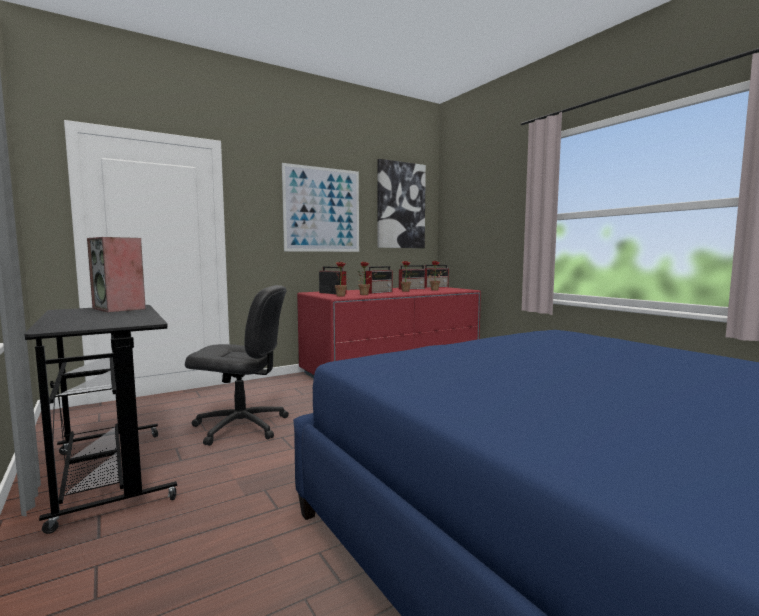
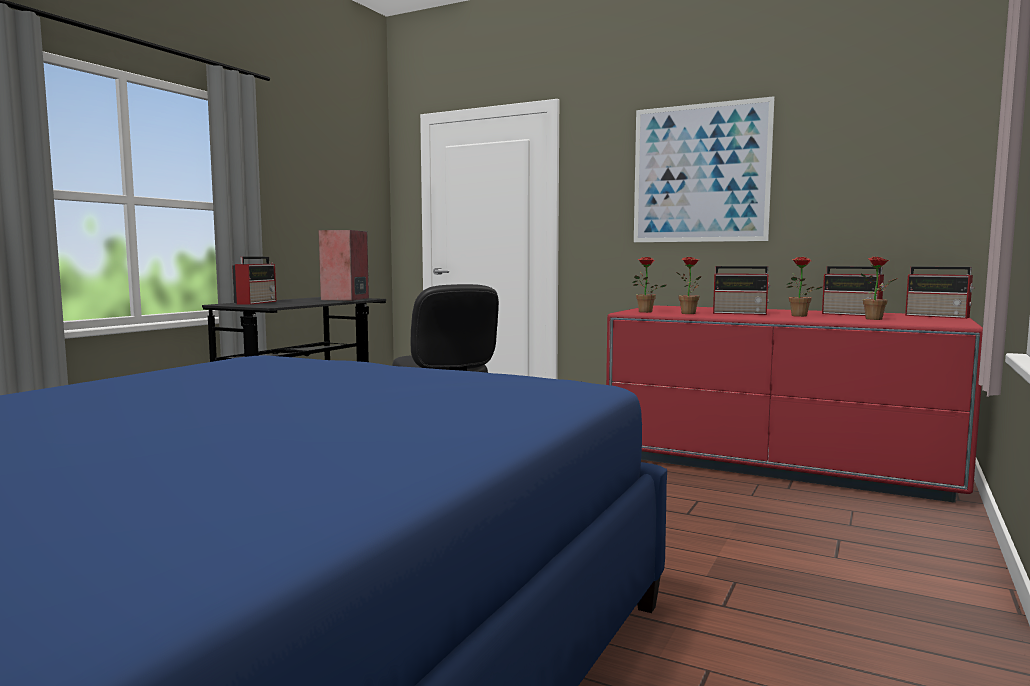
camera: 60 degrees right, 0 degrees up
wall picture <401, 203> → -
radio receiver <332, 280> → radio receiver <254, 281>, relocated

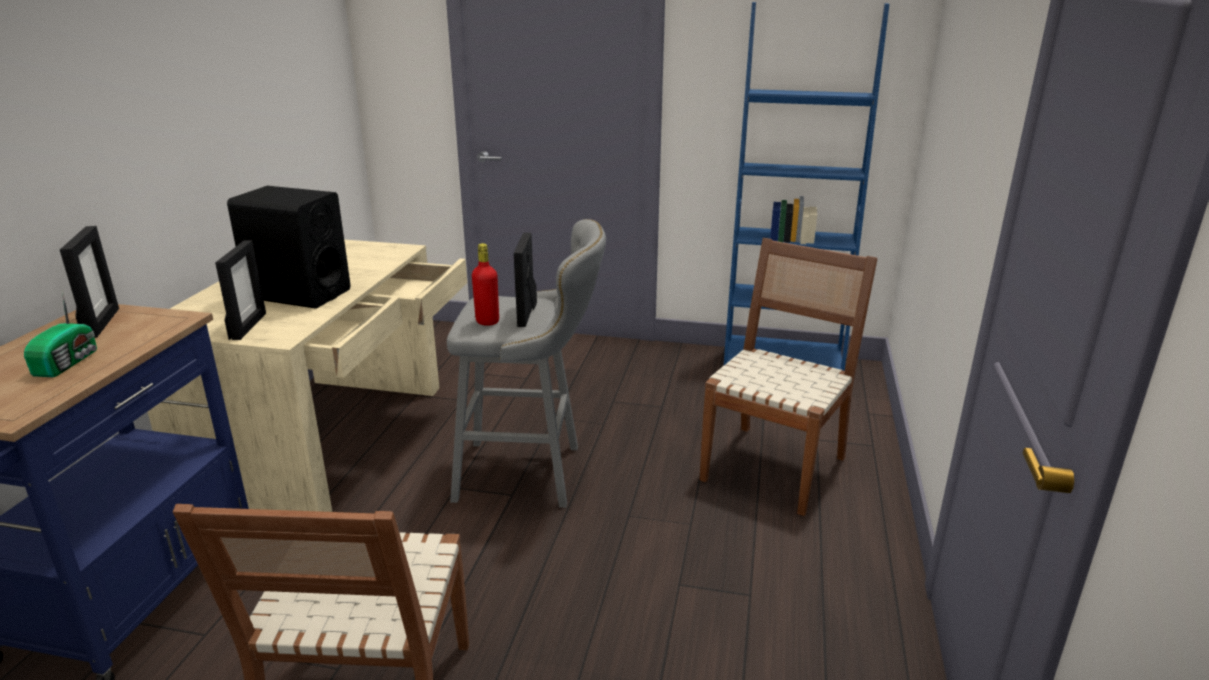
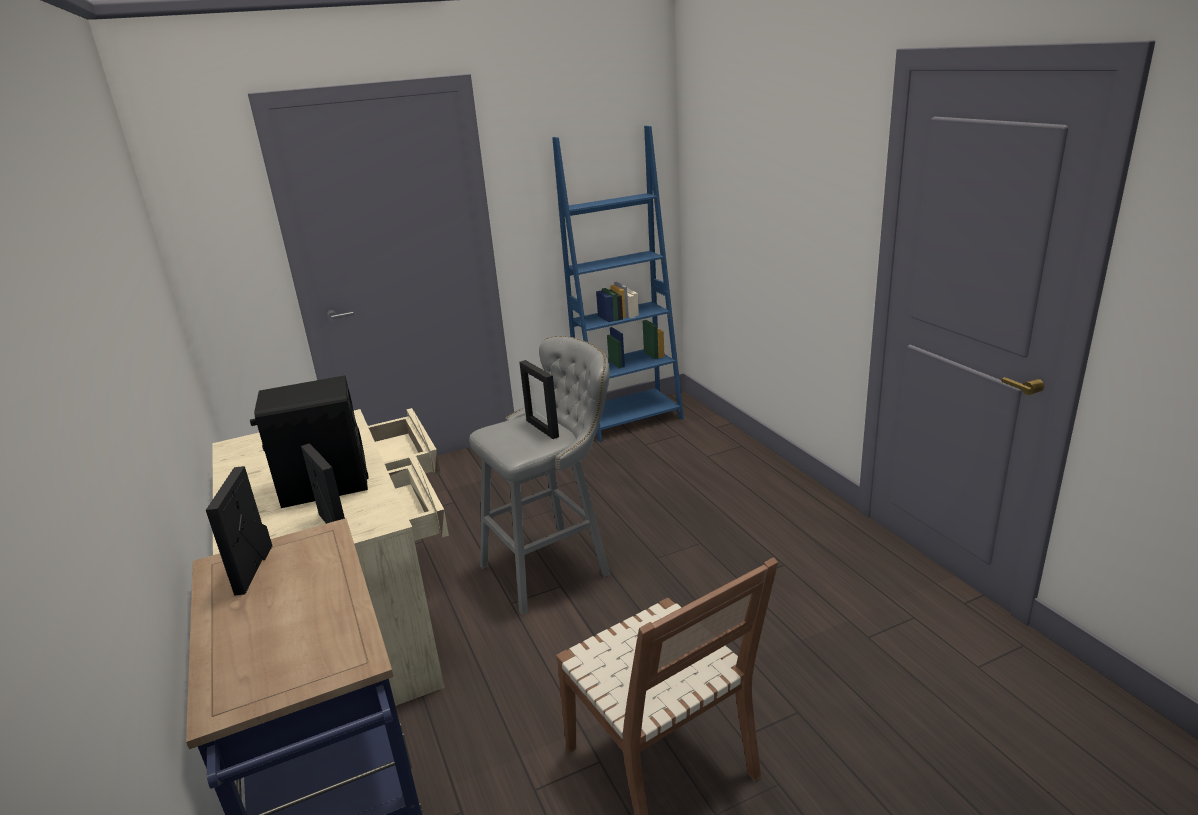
camera: 35 degrees left, 0 degrees up
radio receiver <60, 333> → -
red-coloured drink bottle <485, 284> → -
chair <788, 377> → -
standing frame <89, 282> → standing frame <239, 531>, 135 degrees counterclockwise

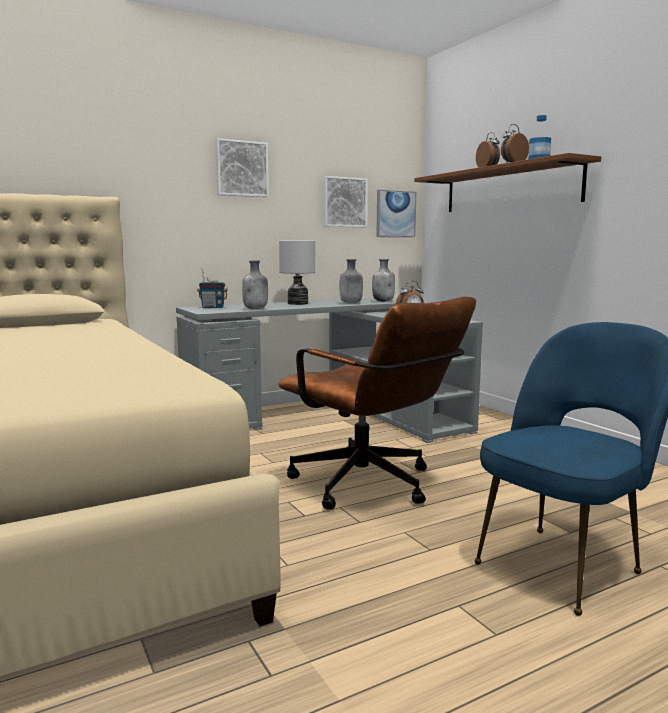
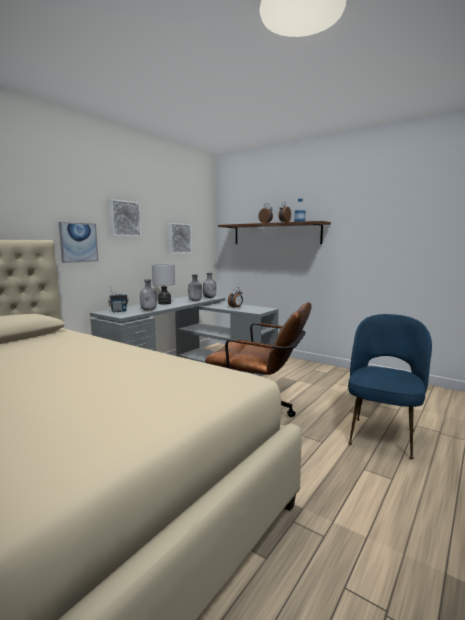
camera: 25 degrees left, 0 degrees up
wall picture <396, 214> → wall picture <78, 242>, relocated

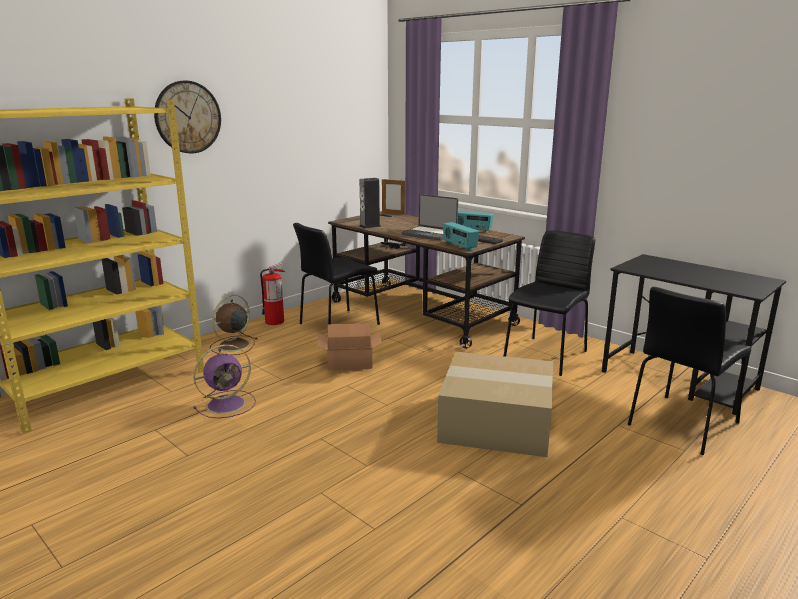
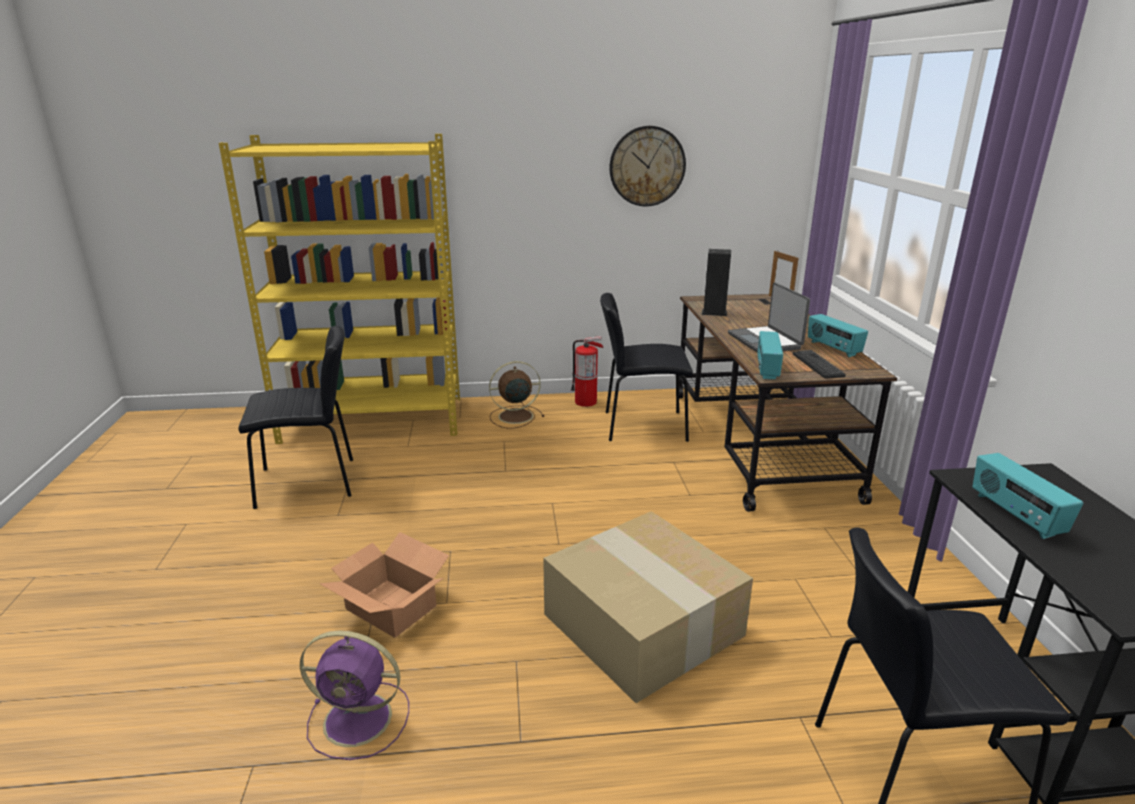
camera: 40 degrees right, 5 degrees up
- → radio receiver <1028, 496>
hanging clock <187, 117> → hanging clock <647, 166>, relocated
purple-coloured electric fan <224, 381> → purple-coloured electric fan <354, 695>, relocated
carton <349, 346> → carton <384, 585>, relocated
blackish chair <549, 303> → blackish chair <295, 417>, relocated

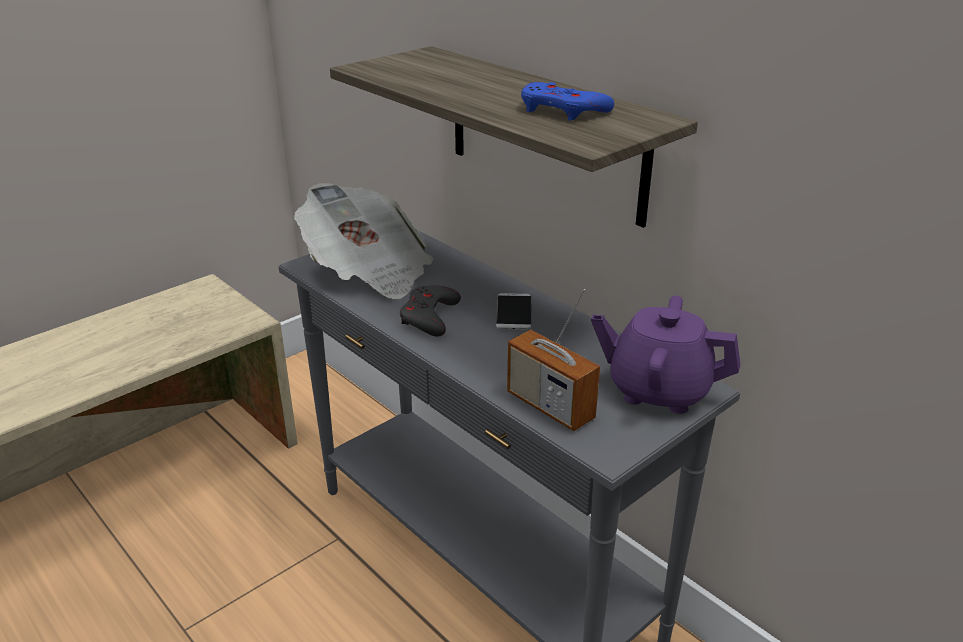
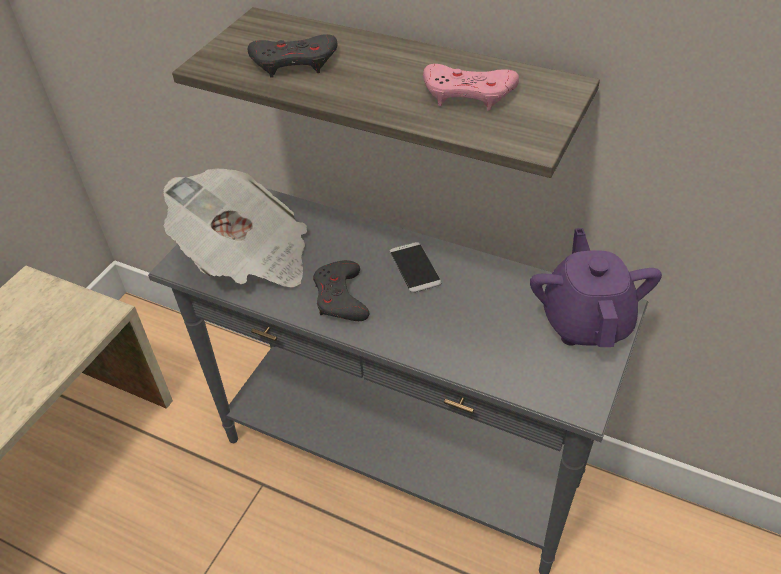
camera: 20 degrees left, 15 degrees up
radio receiver <553, 360> → -
- → grey game controller <292, 56>
blue game controller <567, 101> → pinkish game controller <471, 87>
purple-coloured teapot <666, 355> → purple-coloured teapot <596, 287>, 90 degrees clockwise

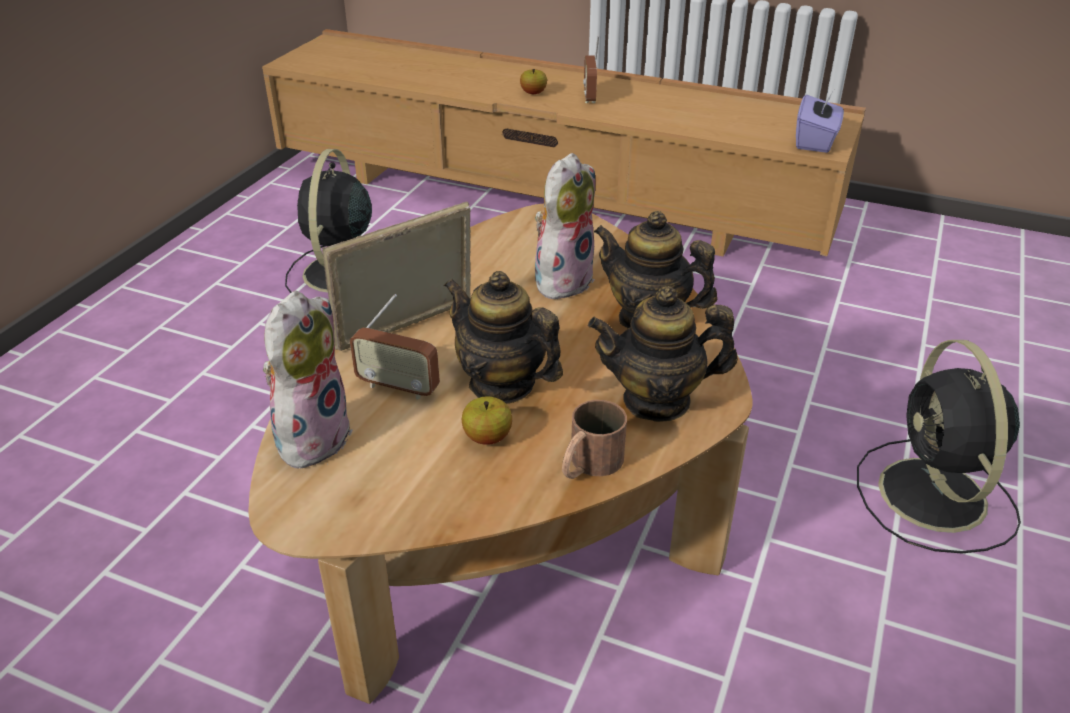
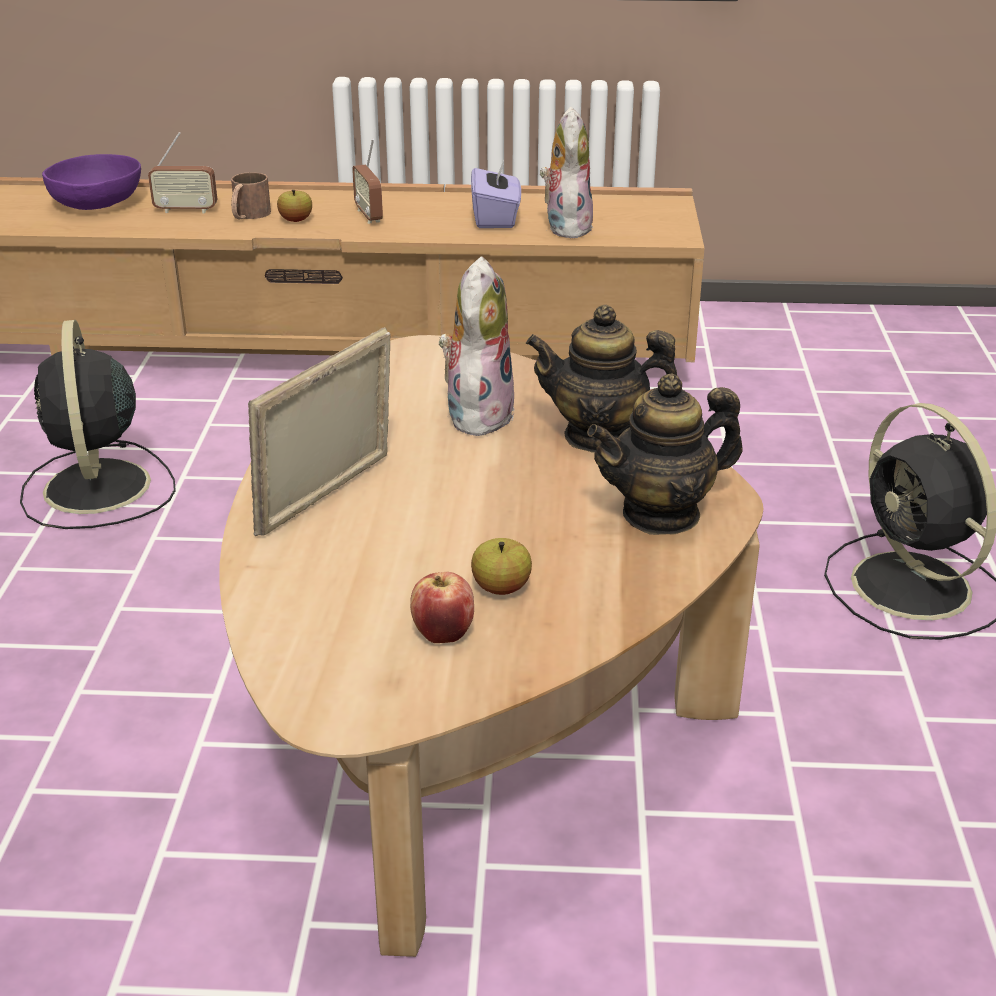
camera: 20 degrees left, 5 degrees down
teapot <503, 337> → -
- → purple-coloured serving bowl <91, 182>
- → apple <442, 607>
plush toy <308, 382> → plush toy <566, 172>, relocated
radio receiver <395, 347> → radio receiver <182, 172>, relocated
brownish mug <594, 439> → brownish mug <251, 196>, relocated
purple-coloured tissue holder <820, 123> → purple-coloured tissue holder <496, 192>, relocated

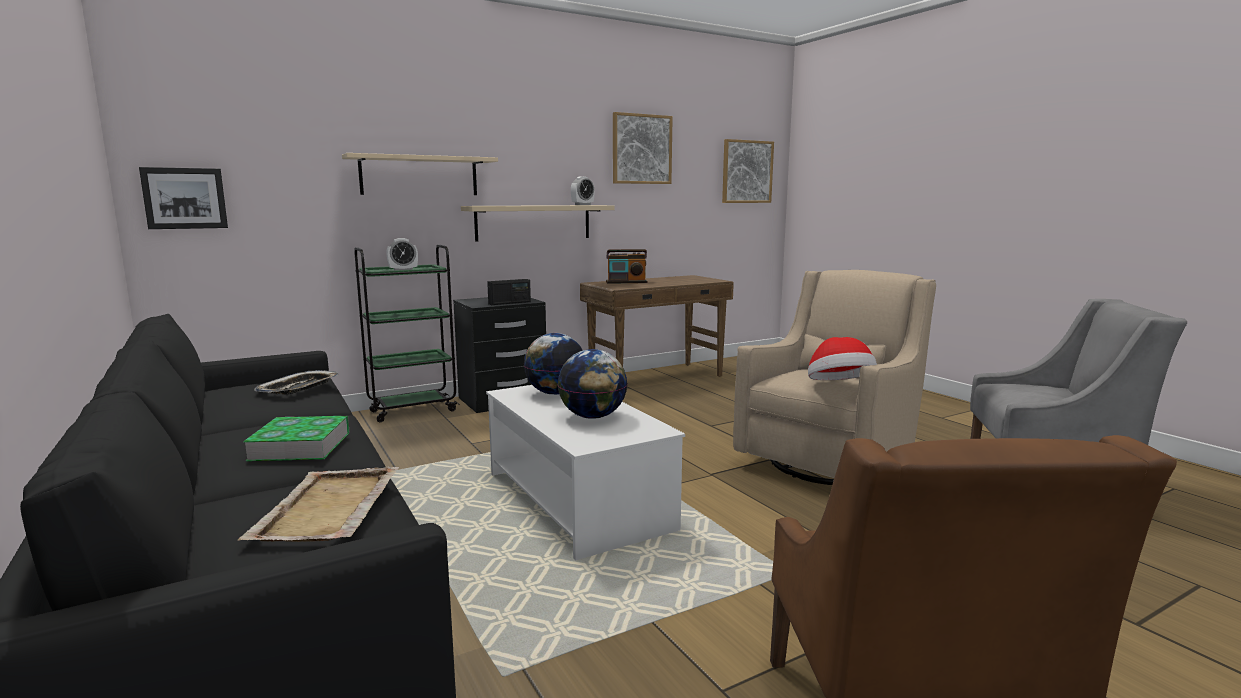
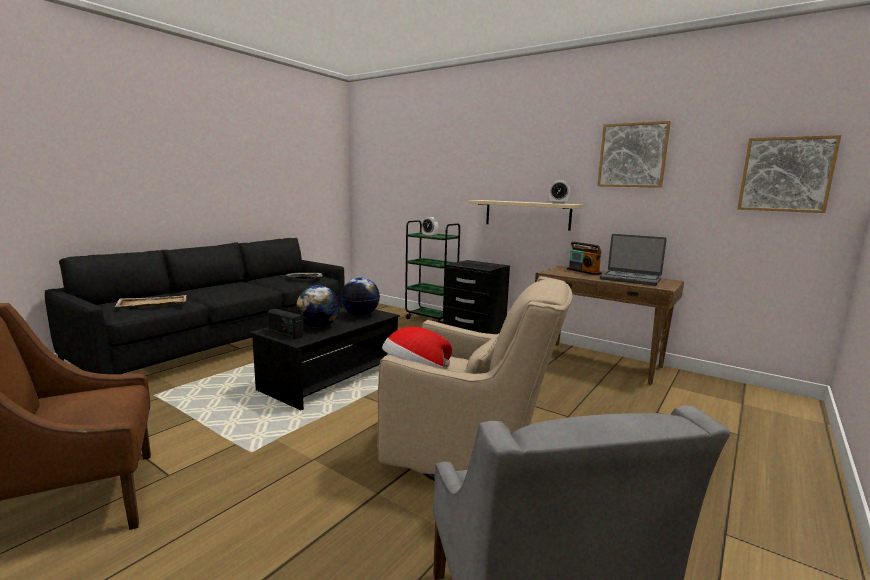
camera: 65 degrees right, 0 degrees up
wall picture <183, 198> → -
book <296, 438> → -
beige-coloured shelf <420, 174> → -
- → portable computer <633, 260>
radio receiver <509, 292> → radio receiver <286, 324>, relocated
whitish low table <585, 473> → blackish low table <324, 358>

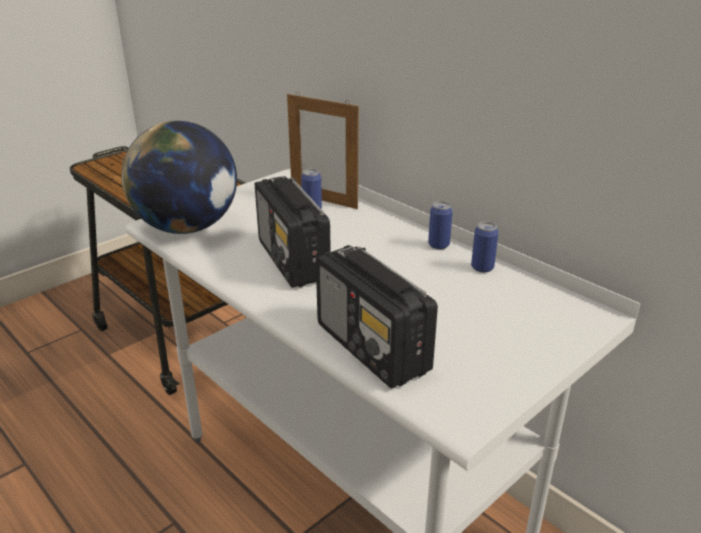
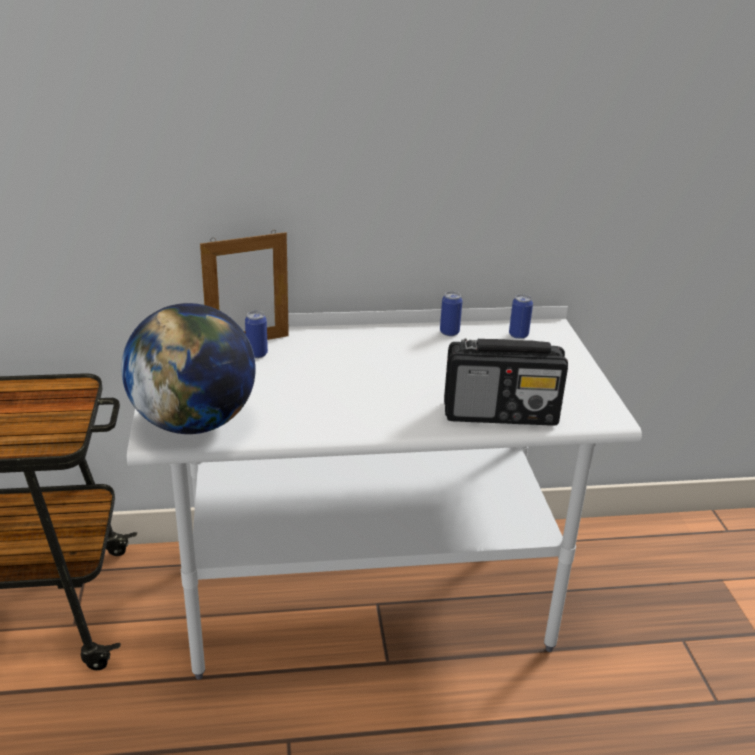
camera: 55 degrees left, 0 degrees up
radio receiver <293, 232> → -
can <440, 225> → can <521, 316>, relocated

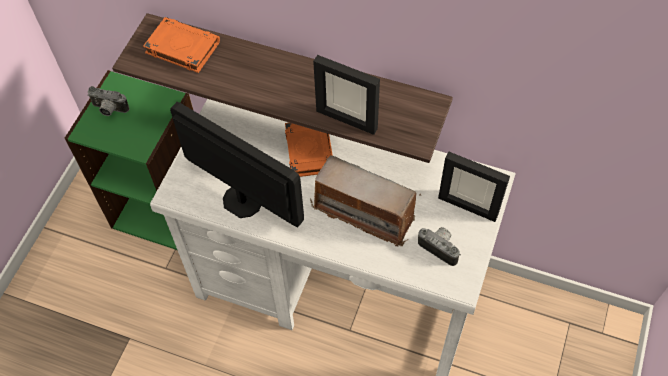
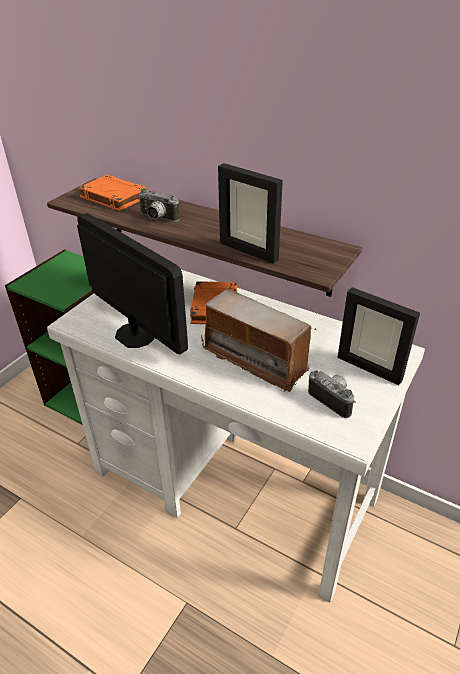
camera: 10 degrees right, 20 degrees down
photo camera <108, 101> → photo camera <158, 205>, relocated

